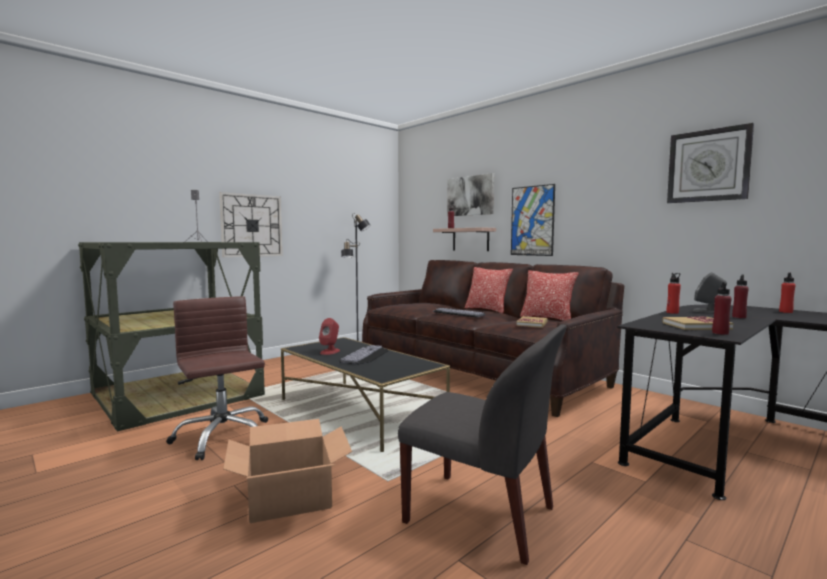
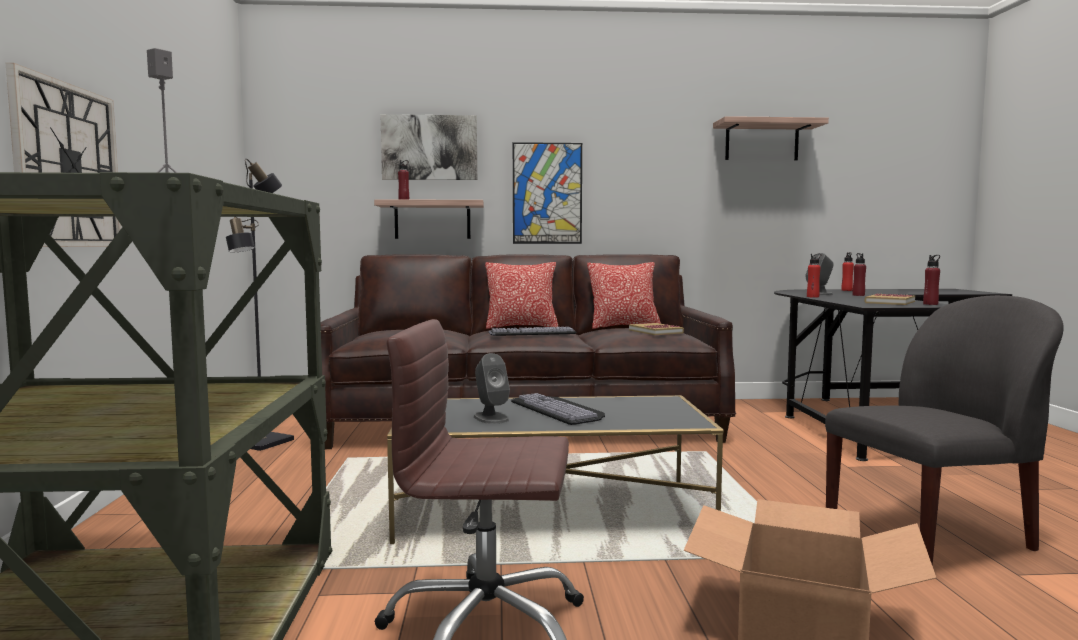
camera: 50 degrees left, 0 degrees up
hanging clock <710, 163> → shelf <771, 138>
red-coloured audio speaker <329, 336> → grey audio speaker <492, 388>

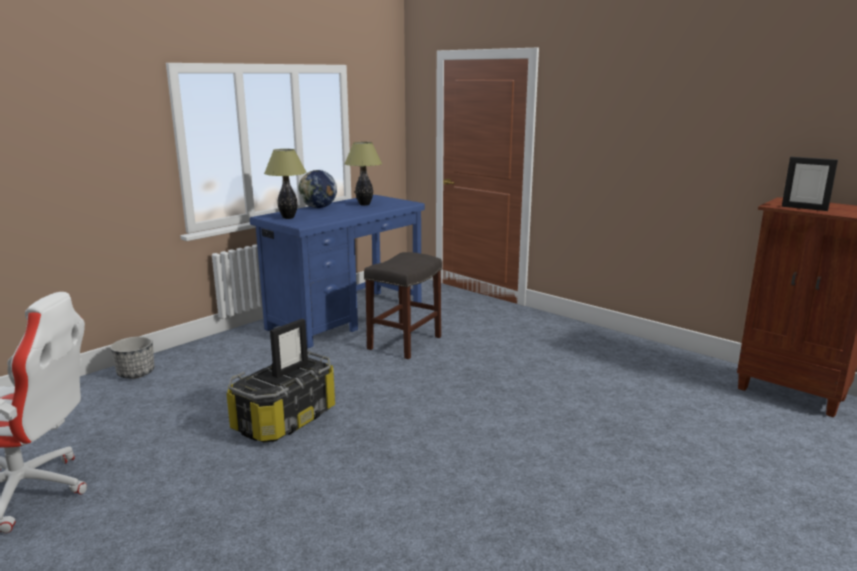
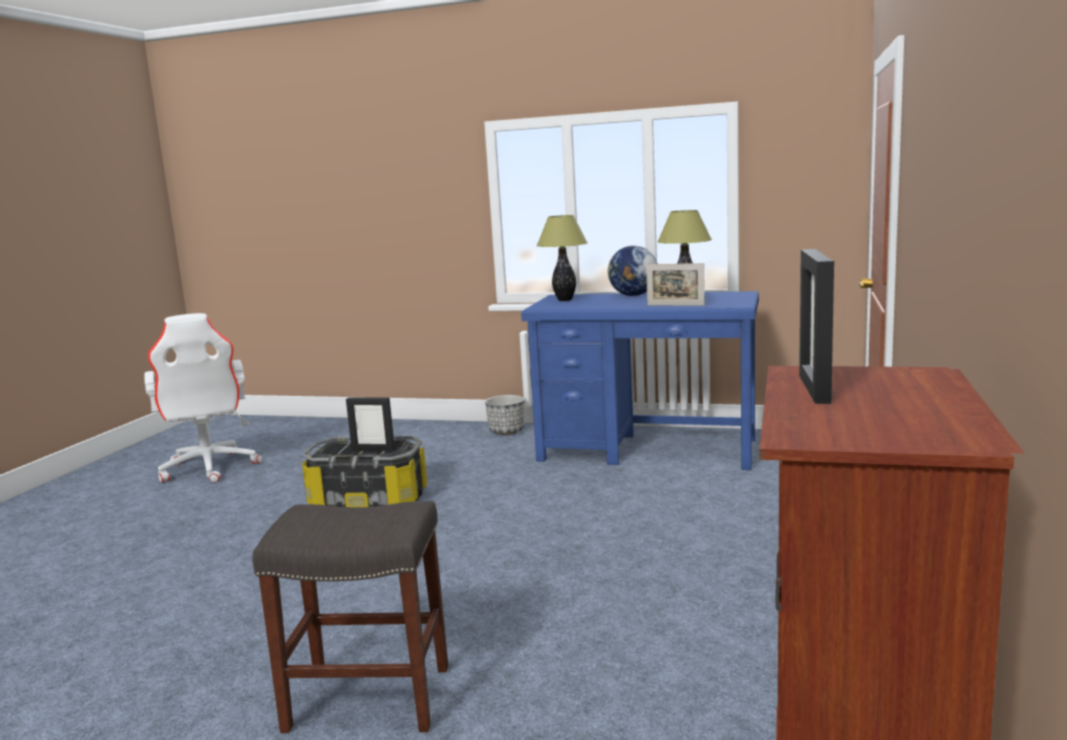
camera: 65 degrees right, 5 degrees down
- → standing frame <675, 284>
planter <132, 357> → planter <504, 415>, relocated
grey stool <403, 305> → grey stool <350, 617>, relocated

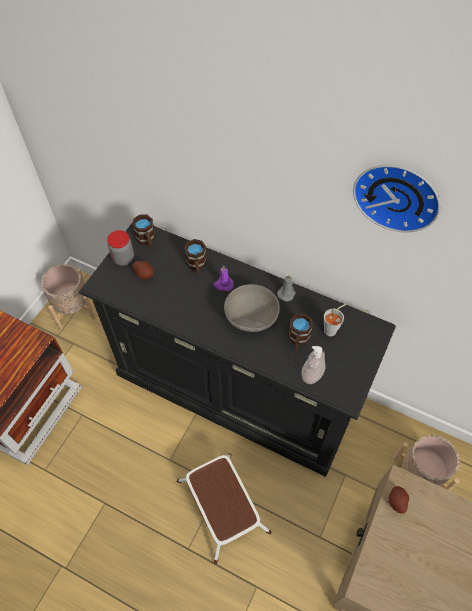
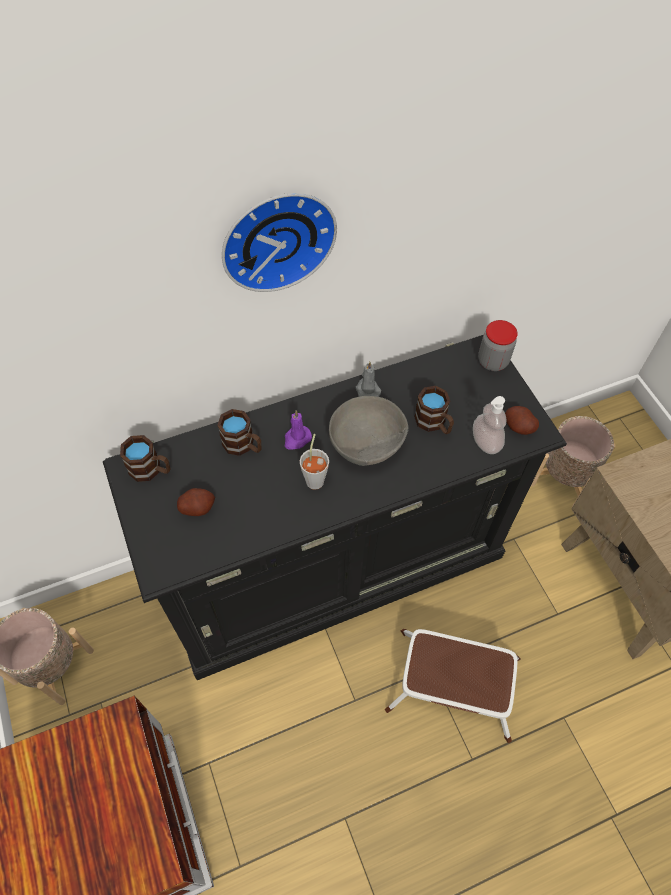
camera: 50 degrees left, 0 degrees up
preserve jar <120, 248> → preserve jar <498, 345>, relocated
grey cup <335, 319> → grey cup <314, 462>, relocated
hanging clock <396, 199> → hanging clock <279, 242>, relocated
potato <399, 500> → potato <522, 420>, relocated

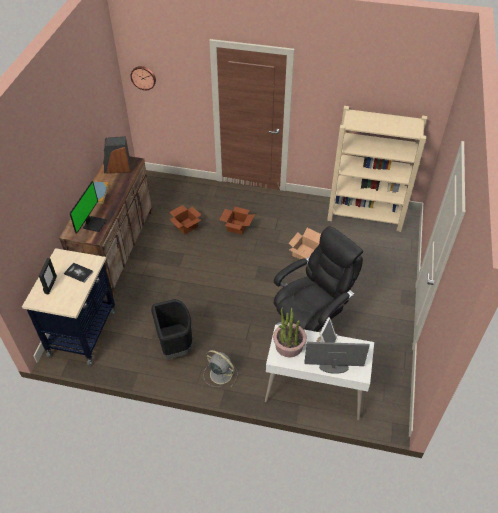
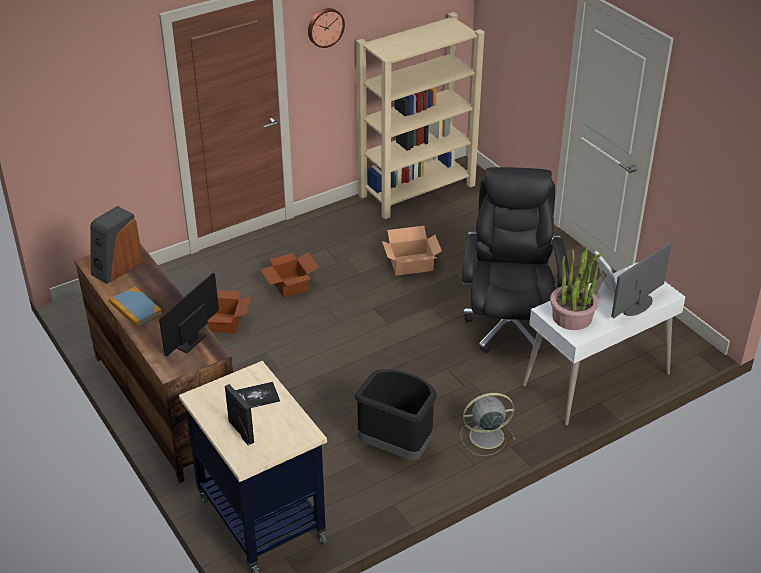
camera: 45 degrees left, 10 degrees down
hanging clock <143, 78> → hanging clock <326, 28>, relocated
computer display <88, 207> → computer display <189, 314>, 120 degrees counterclockwise

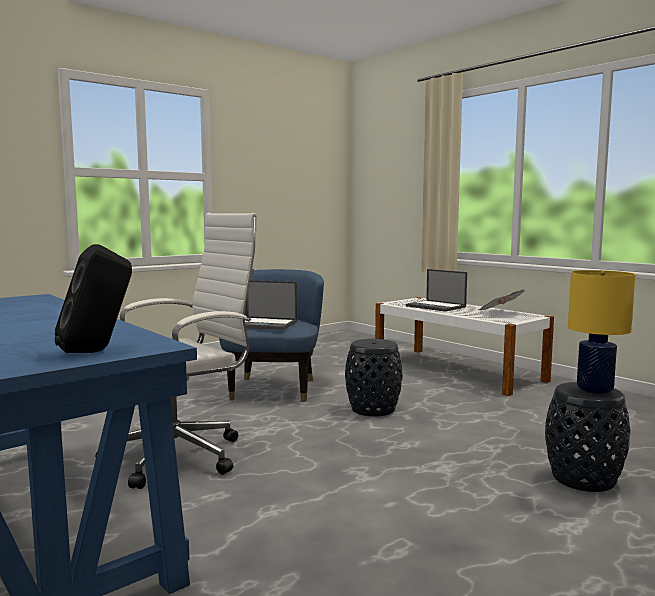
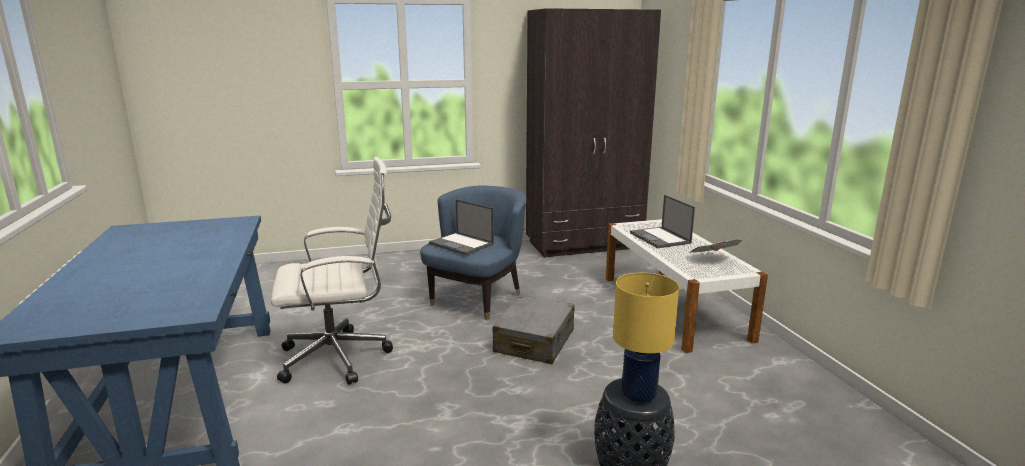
camera: 25 degrees right, 10 degrees up
blackish audio speaker <93, 298> → -
- → brownish armoire <593, 133>
blackish stool <374, 377> → grey travel case <534, 329>

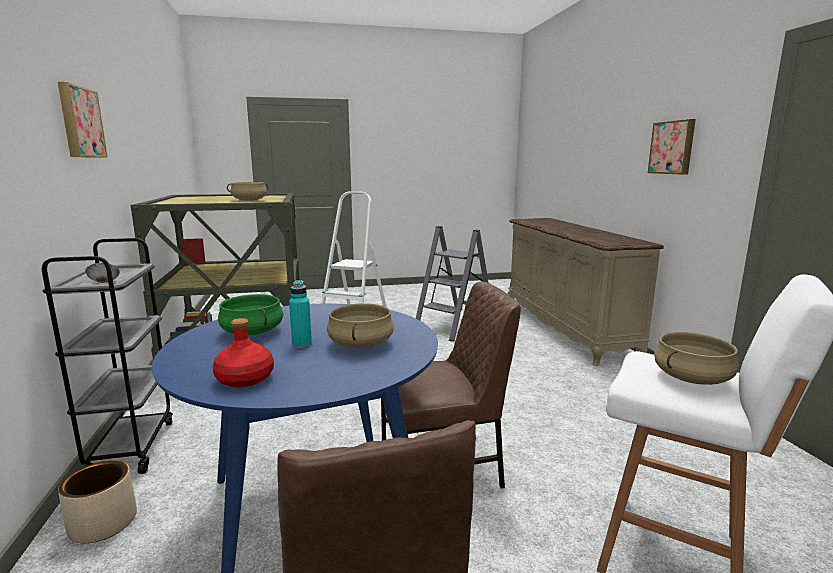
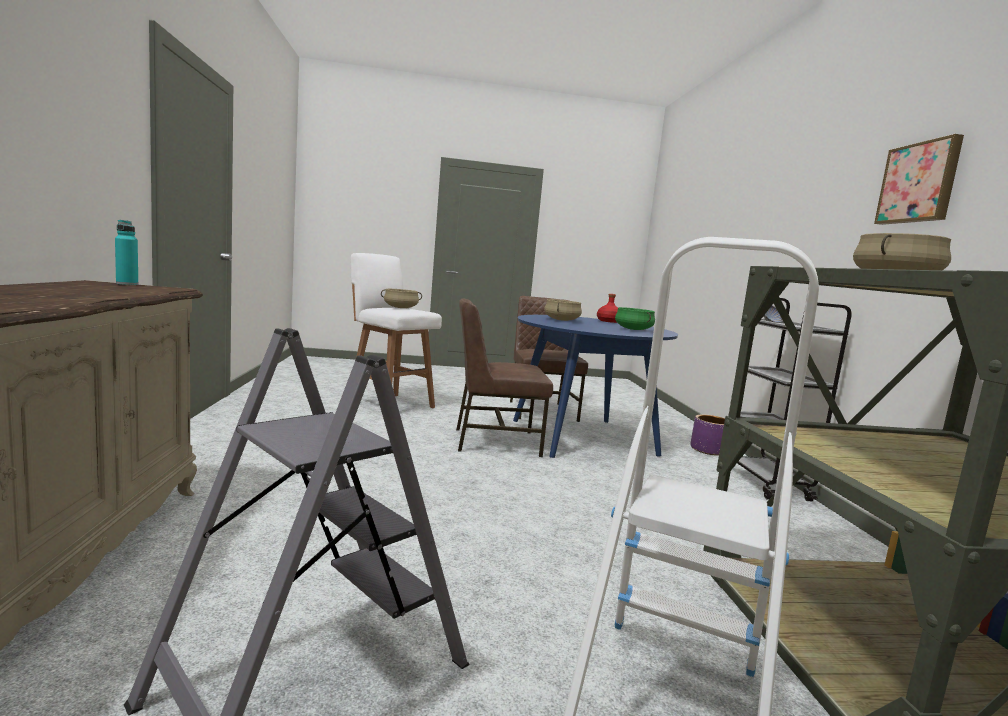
camera: 175 degrees left, 5 degrees down
wall picture <672, 147> → -
turquoise-coloured drink bottle <300, 314> → turquoise-coloured drink bottle <126, 252>, relocated
beige-coloured planter <97, 501> → purple-coloured planter <707, 435>

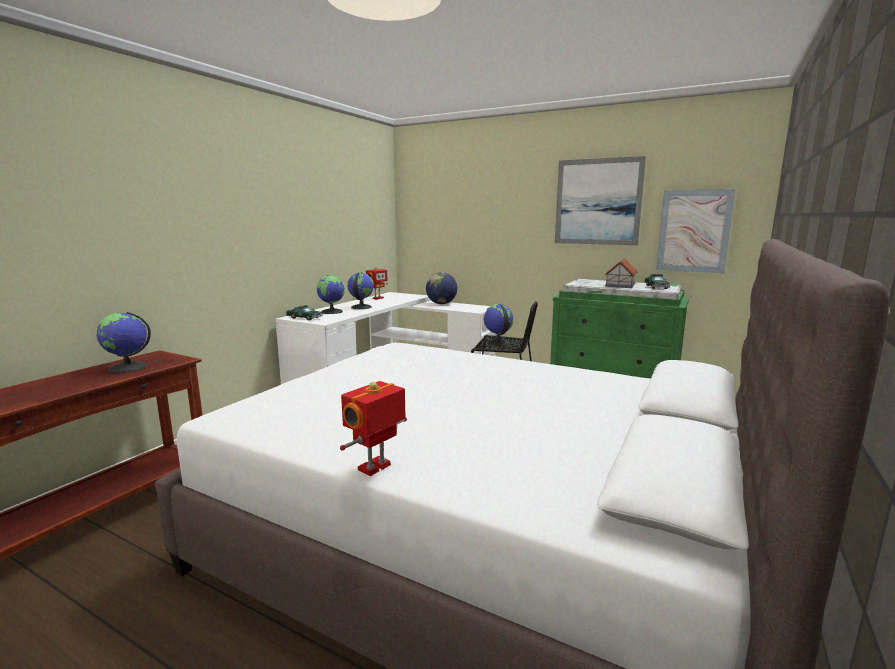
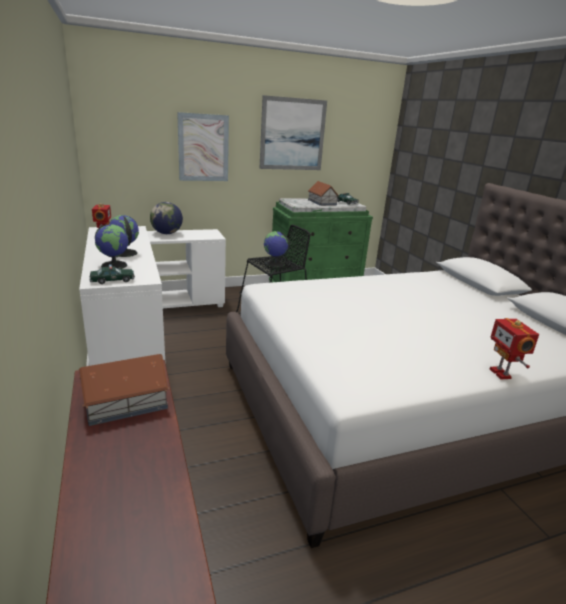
camera: 50 degrees left, 10 degrees up
wall picture <696, 231> → wall picture <203, 146>, relocated
globe <124, 342> → toy house <124, 390>

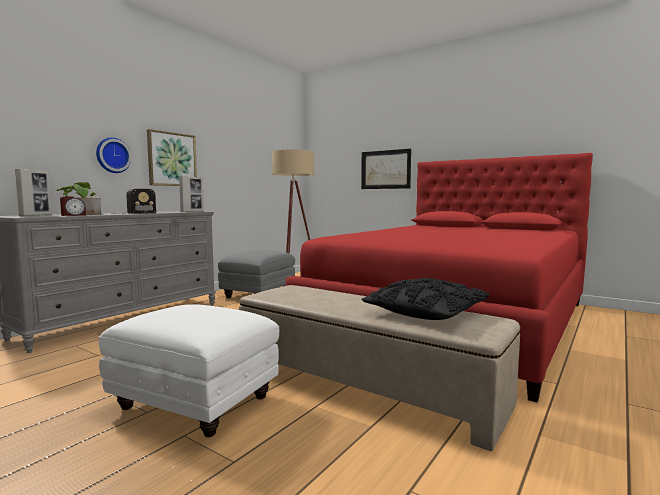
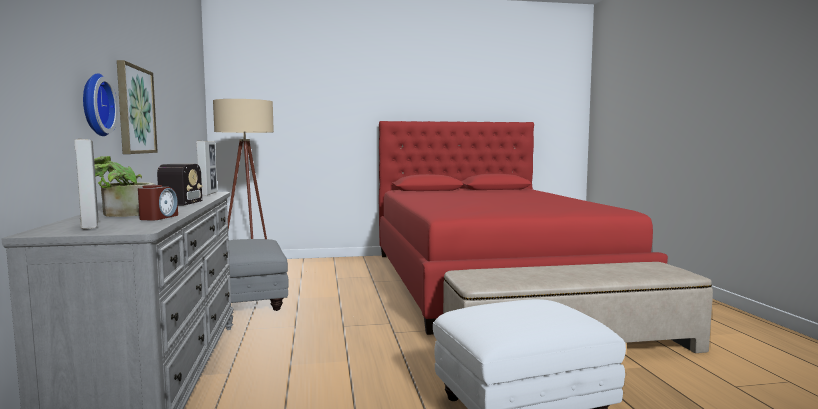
camera: 45 degrees left, 0 degrees up
wall picture <386, 169> → -
blackish throw pillow <425, 299> → -

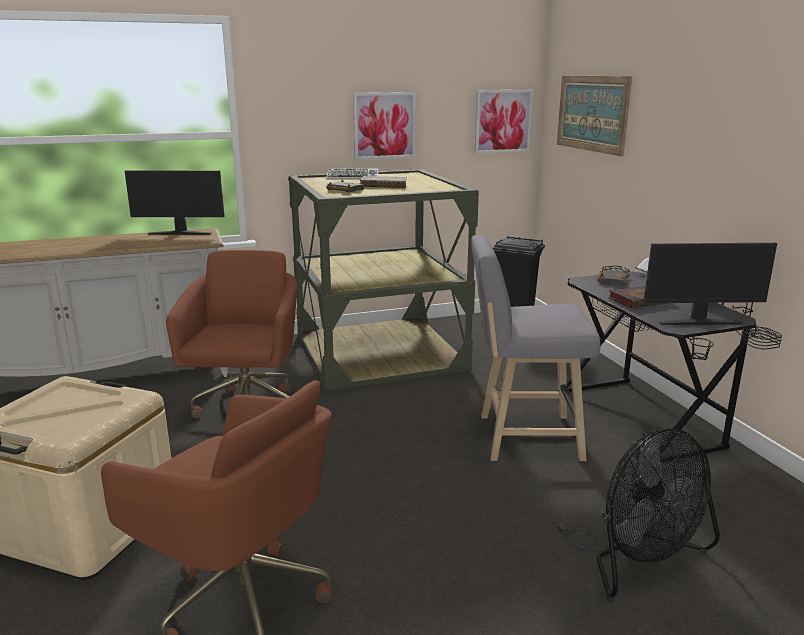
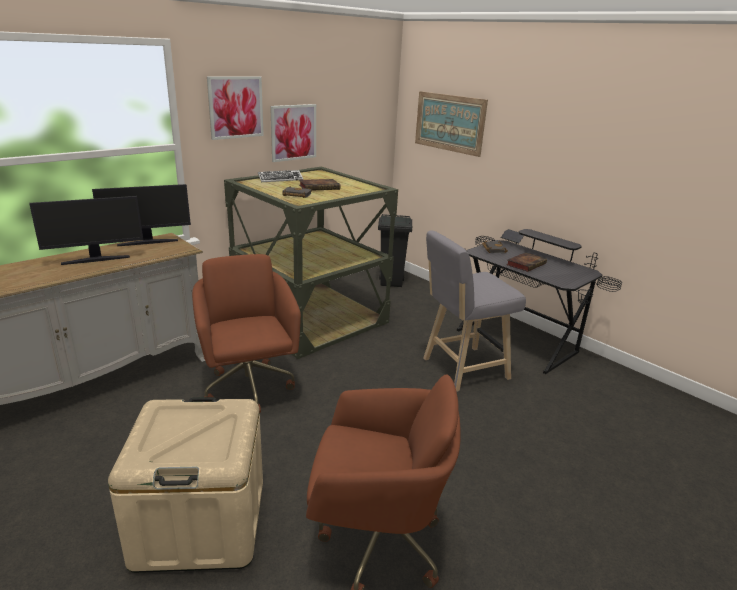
camera: 25 degrees left, 5 degrees up
blackish electric fan <639, 515> → -
wall picture <504, 121> → wall picture <235, 108>, relocated
computer display <710, 284> → computer display <86, 230>, relocated

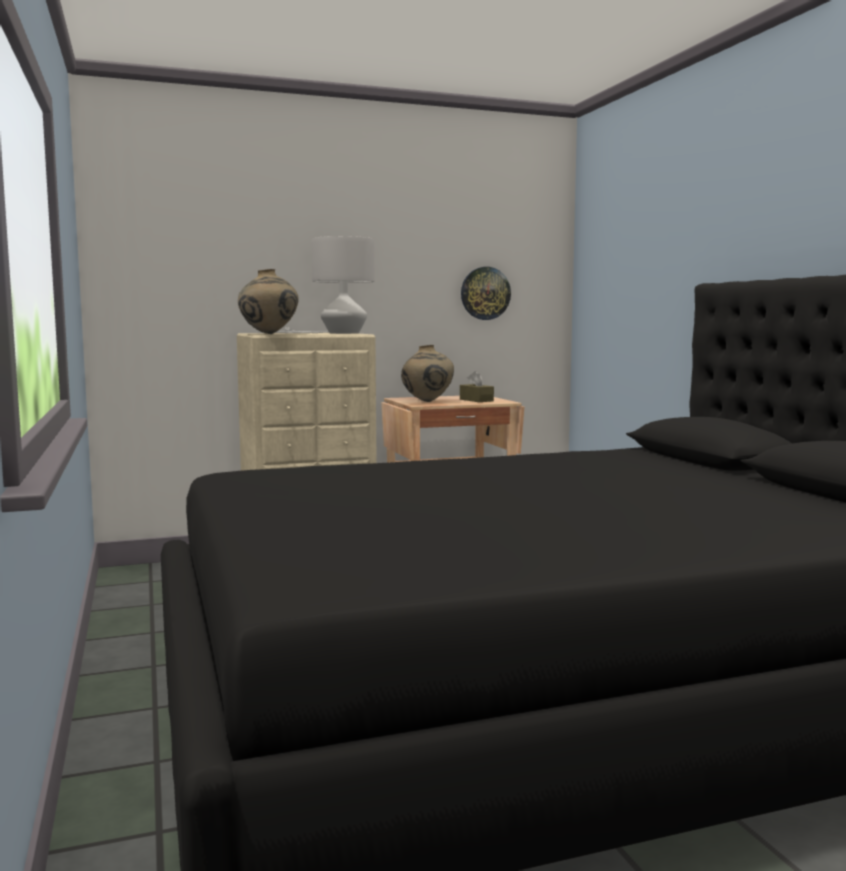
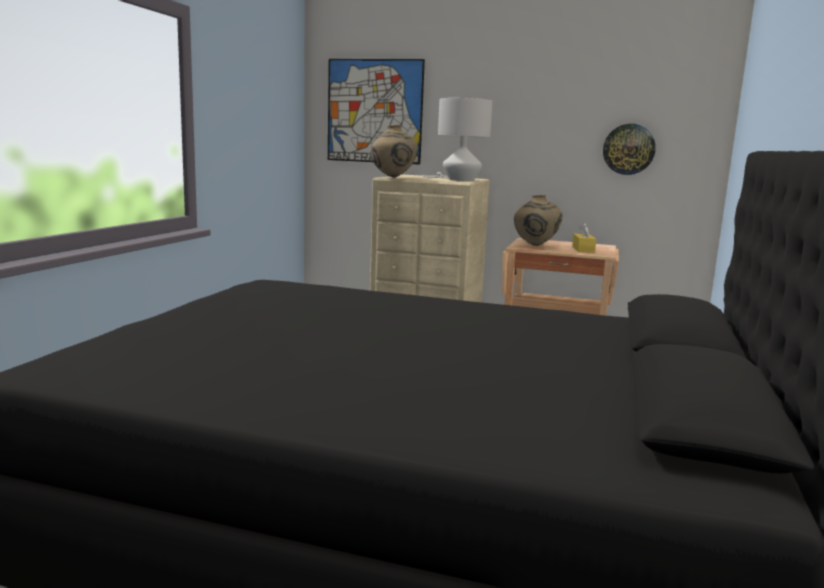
camera: 35 degrees right, 5 degrees up
- → wall picture <376, 112>
brownish tissue holder <477, 386> → yellowish tissue holder <584, 238>

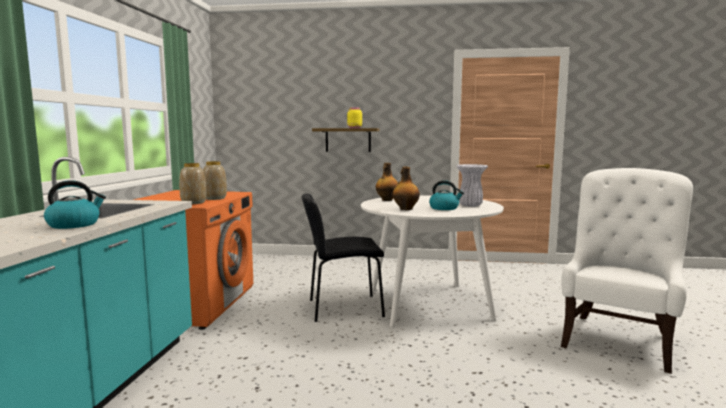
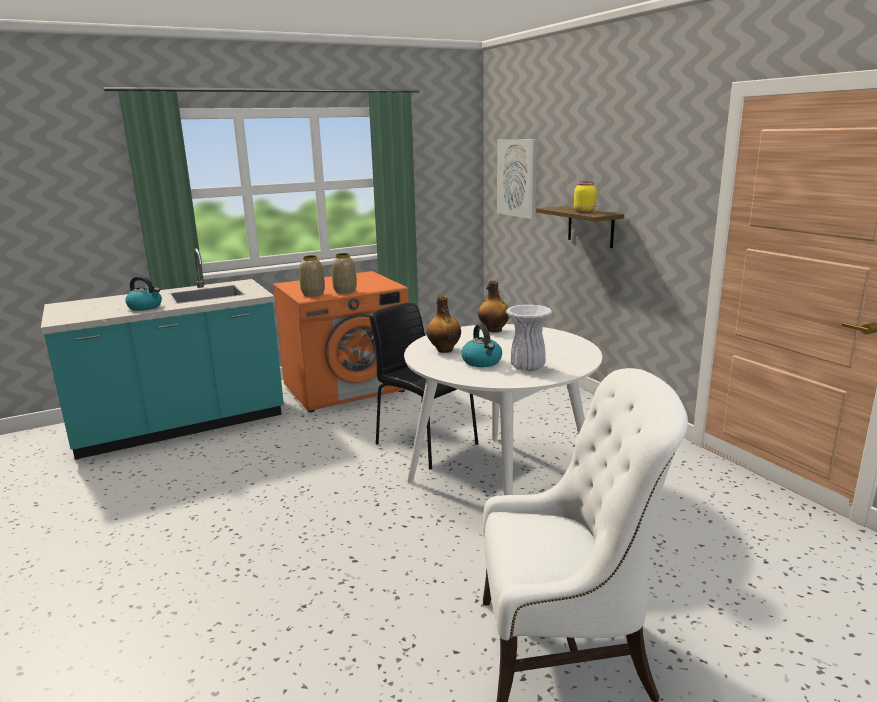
camera: 55 degrees right, 10 degrees up
- → wall picture <517, 179>

